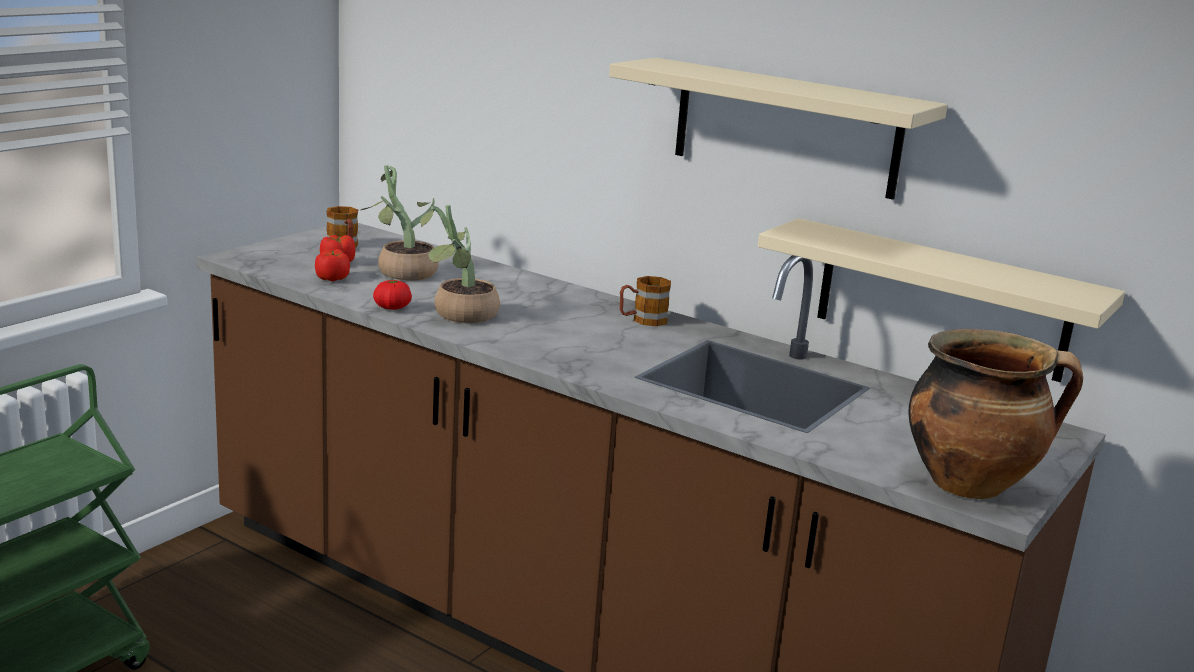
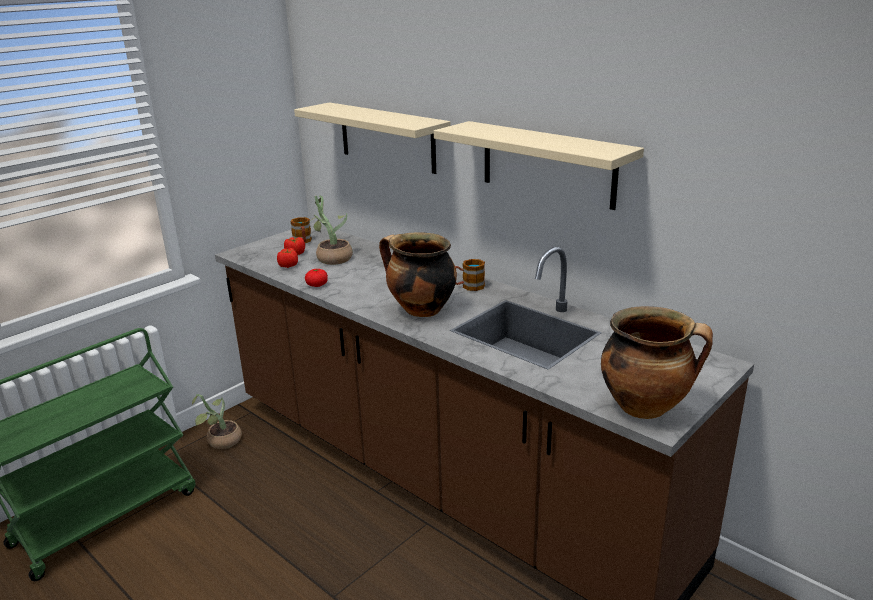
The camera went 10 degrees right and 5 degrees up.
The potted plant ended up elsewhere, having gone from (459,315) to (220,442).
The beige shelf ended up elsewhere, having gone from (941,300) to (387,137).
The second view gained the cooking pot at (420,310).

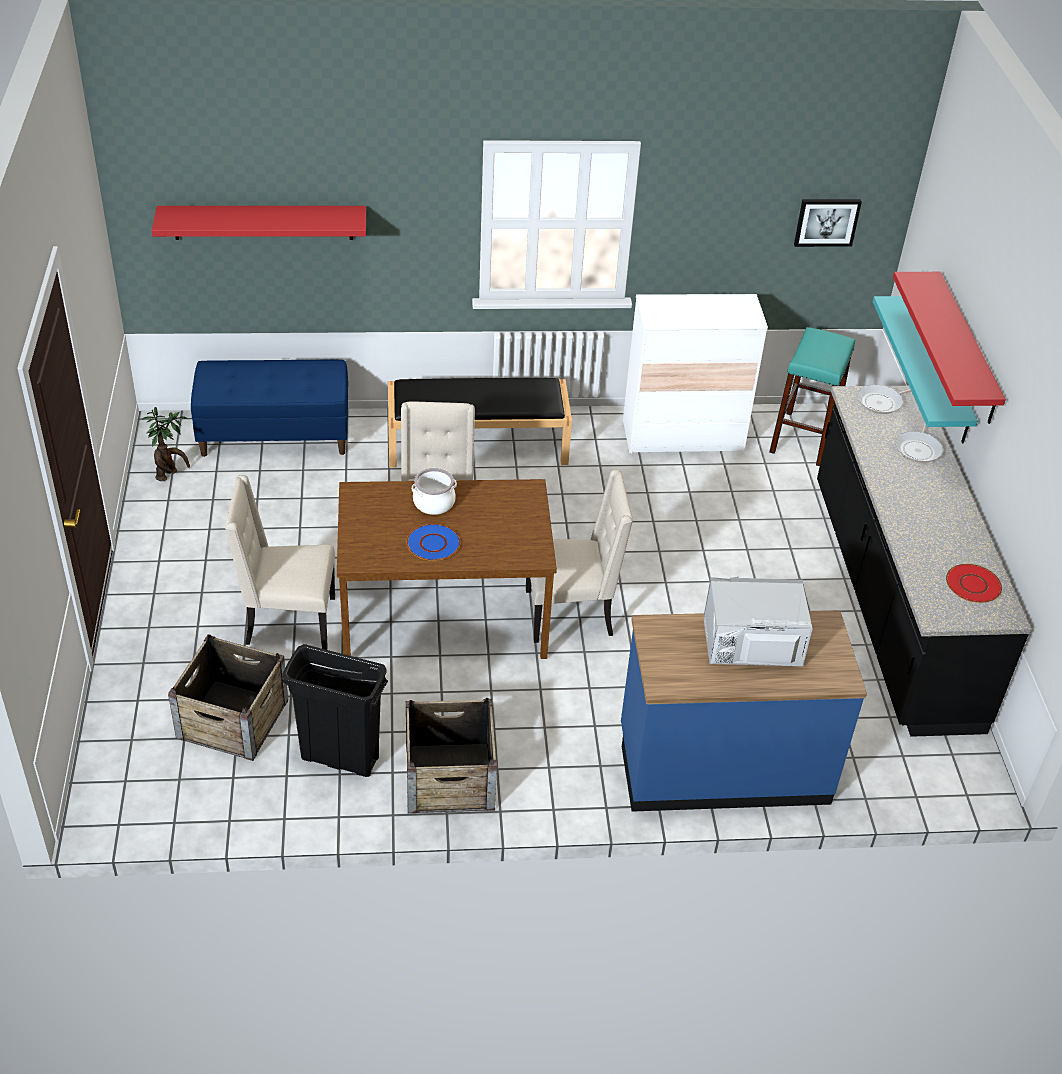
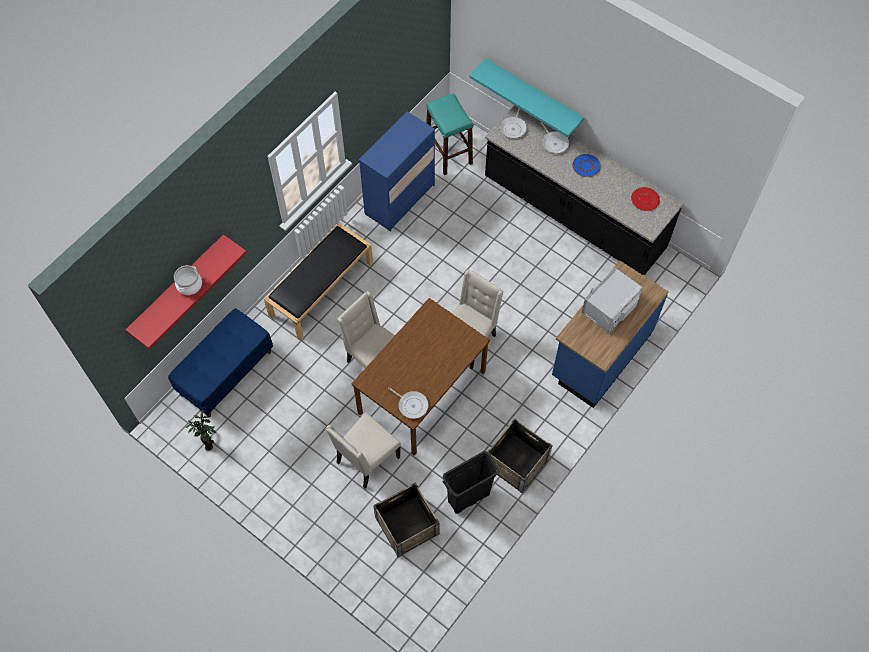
The camera went 45 degrees left and 20 degrees up.
The blue plate ended up elsewhere, having gone from (433,543) to (586,166).
The cooking pot ended up elsewhere, having gone from (434,503) to (189,285).
What was the white dresser at (682,436) turned into the blue dresser at (400,200).
The second view lost the picture at (826,221).
The second view lost the red shelf at (966,348).
The second view gained the frying pan at (411,405).

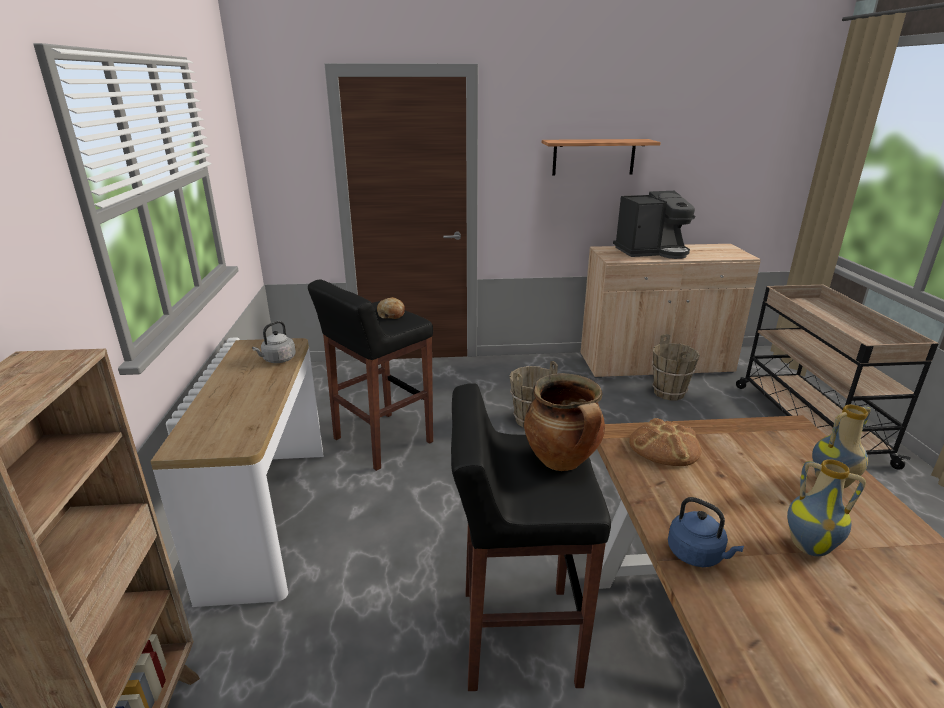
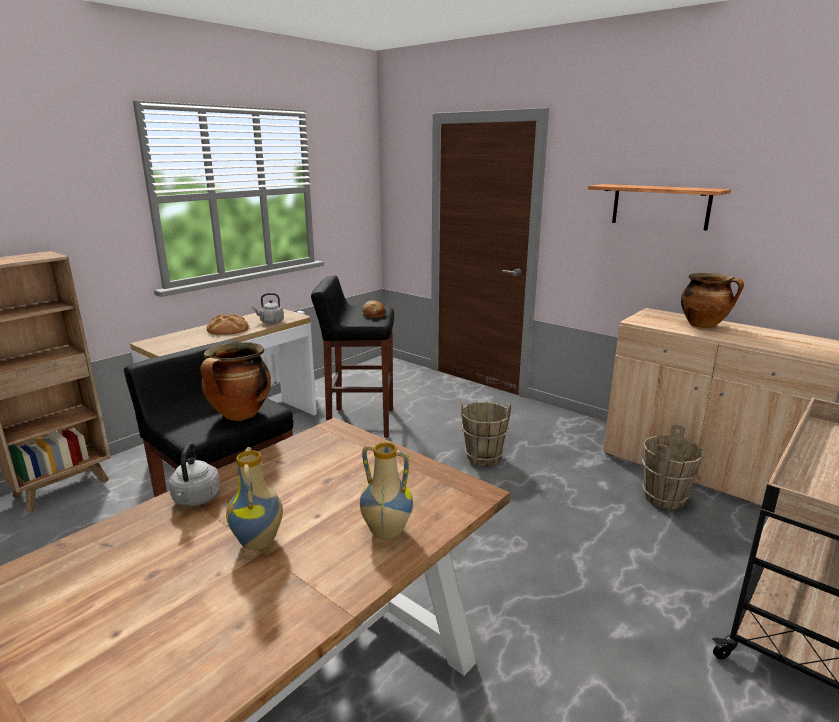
The camera went 45 degrees right and 5 degrees down.
Where the coffee machine stood at (652,251), the cooking pot came to stand at (704,325).
The bread ended up elsewhere, having gone from (664,446) to (227,329).
What was the blue kettle at (697,555) turned into the grey kettle at (196,499).

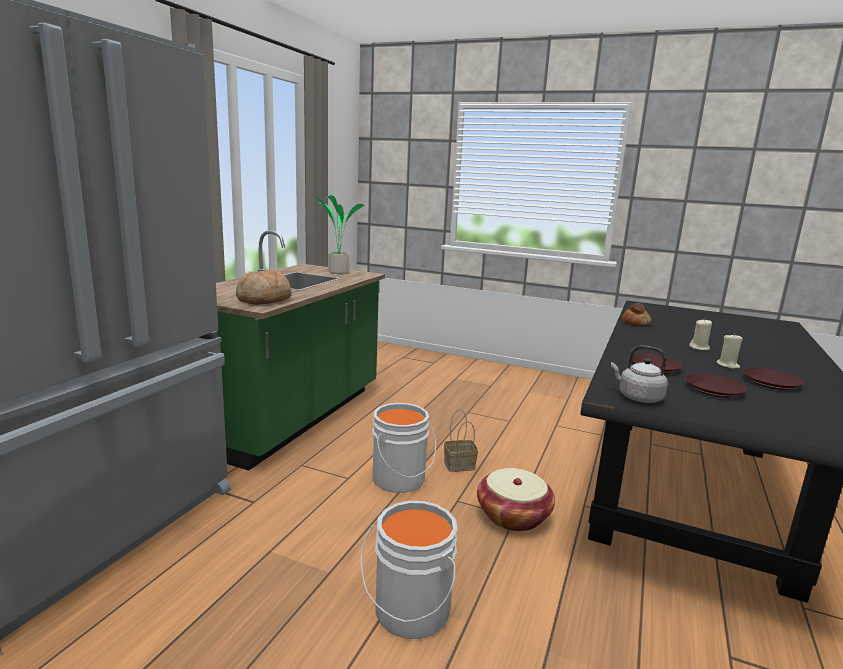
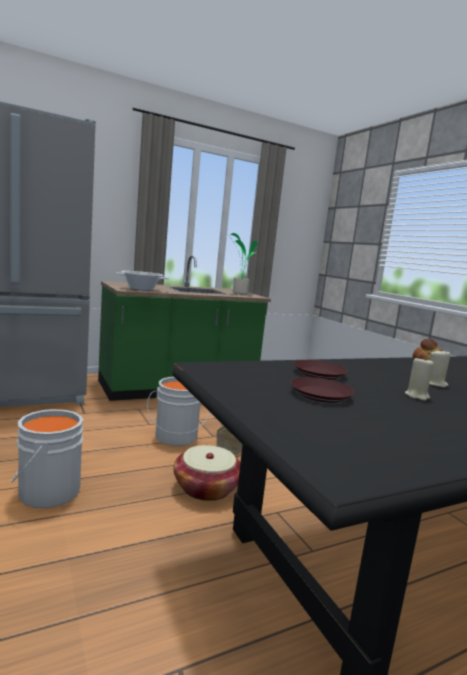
The camera went 40 degrees right and 5 degrees down.
Where the bread stood at (264,300), the cooking pot came to stand at (141,289).
The second view lost the grey kettle at (637,397).
The second view lost the brown plate at (770,382).

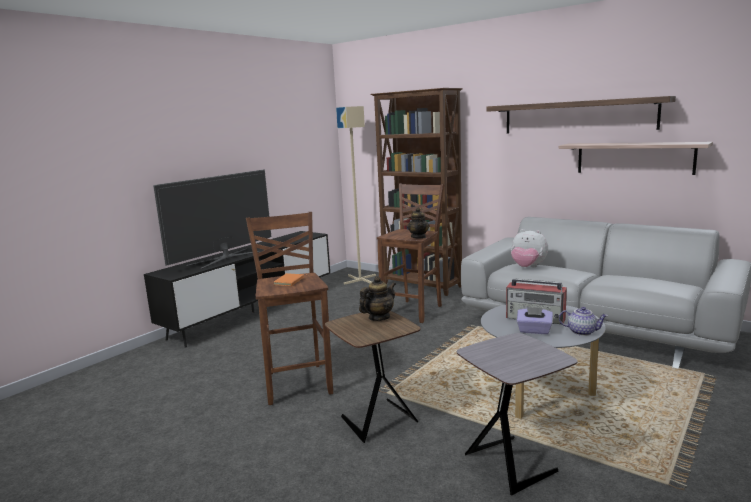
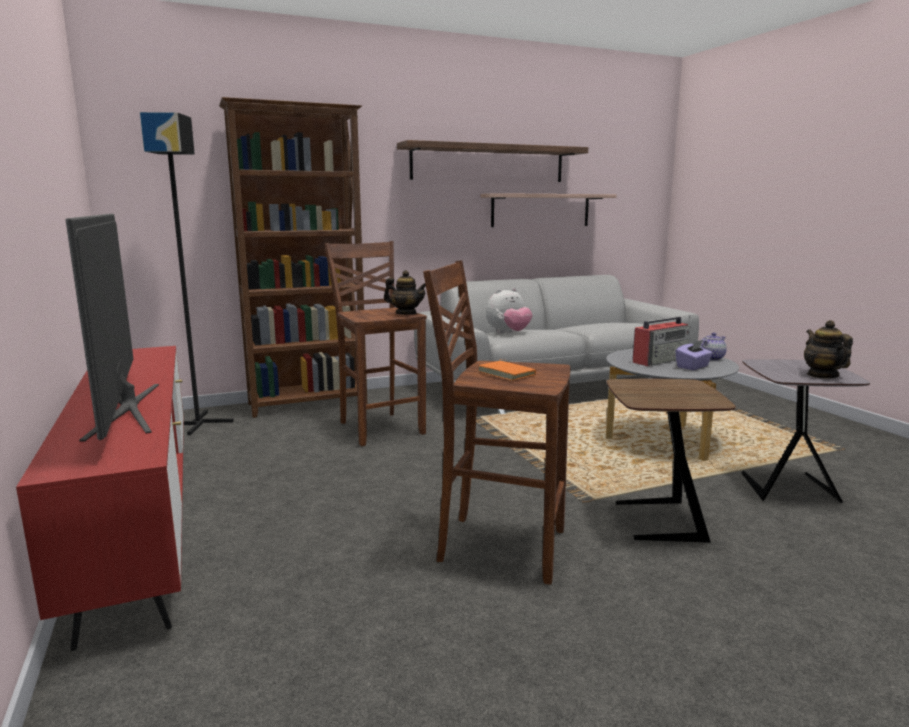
The camera went 60 degrees left and 0 degrees up.
What was the black tv stand at (253,312) turned into the red tv stand at (141,522).
What was the beige floor lamp at (360,280) turned into the black floor lamp at (199,423).
The teapot ended up elsewhere, having gone from (378,318) to (822,375).

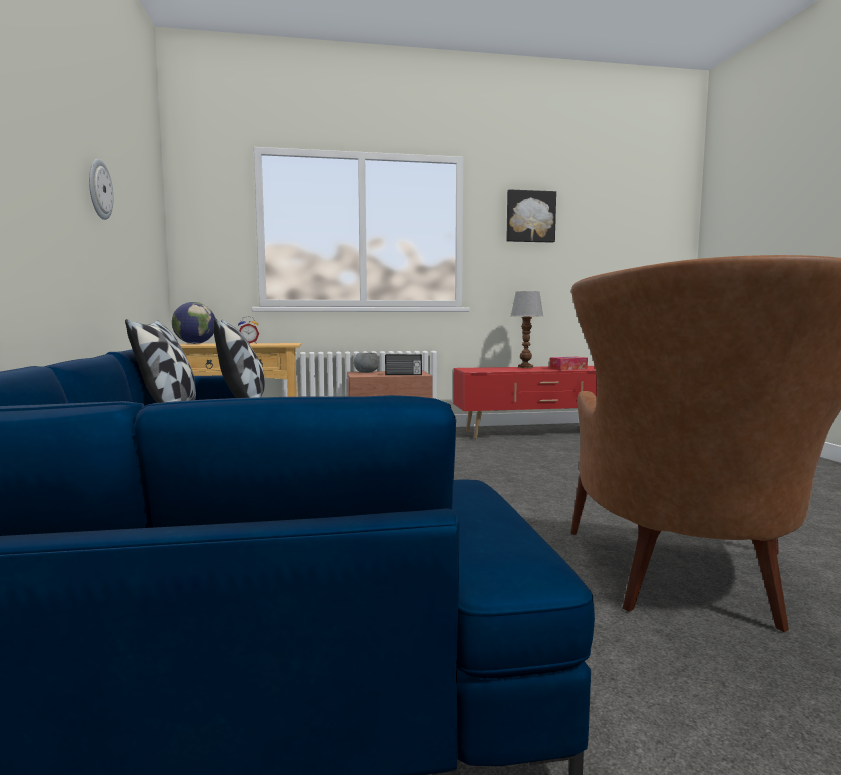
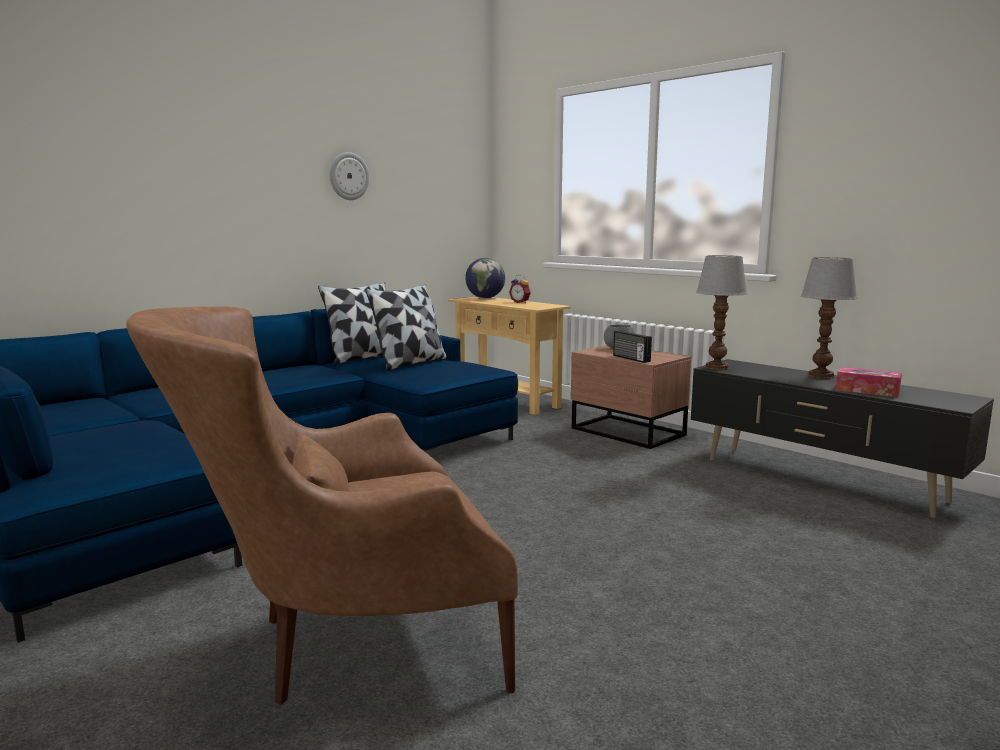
The camera went 55 degrees right and 5 degrees up.
What was the red tv stand at (538,433) turned into the black tv stand at (820,480).
The second view lost the picture at (530,216).
The second view gained the table lamp at (716,368).

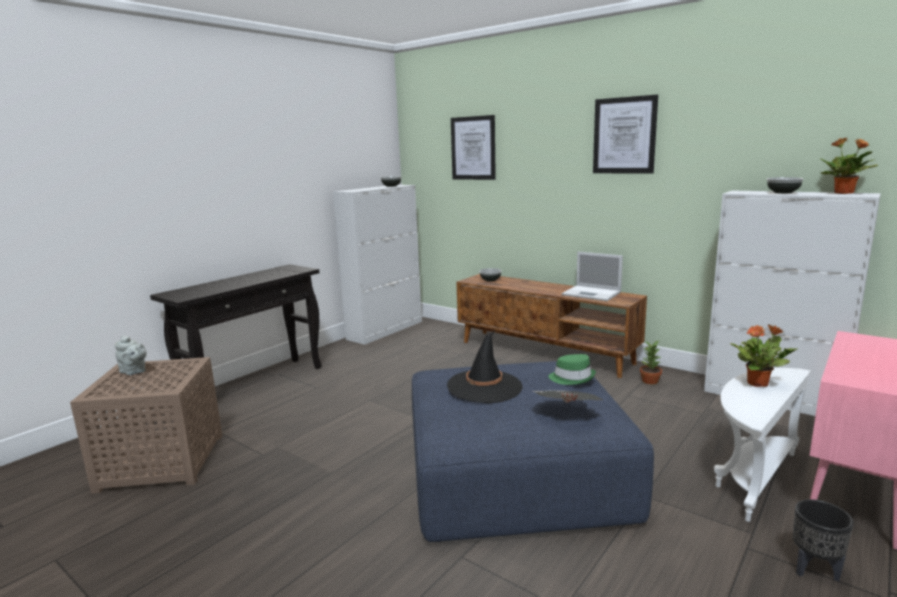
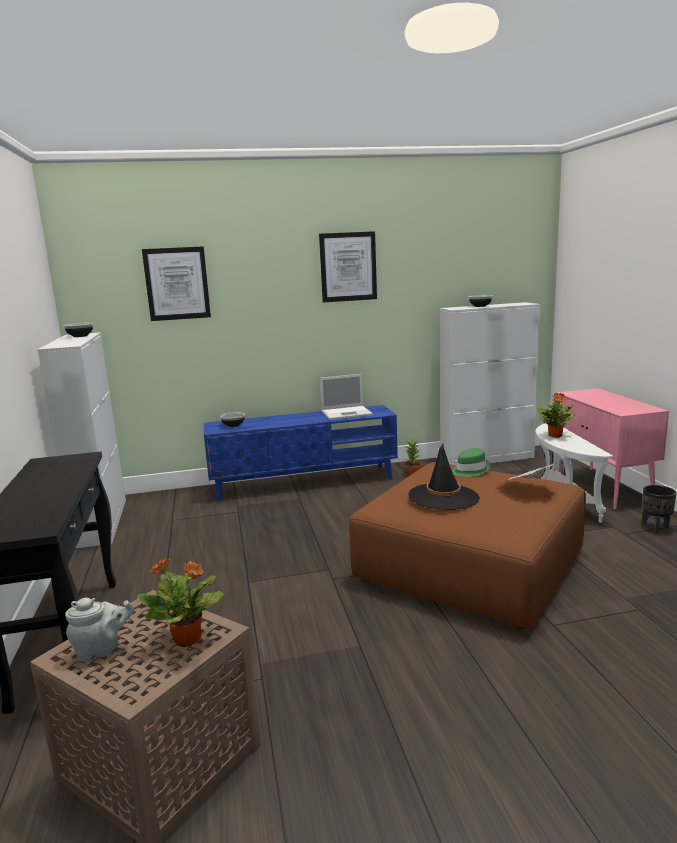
The camera went 50 degrees left and 0 degrees up.
What was the blue ottoman at (517,474) turned into the brown ottoman at (471,564).
What was the brown tv stand at (545,352) turned into the blue tv stand at (304,482).
The potted plant ended up elsewhere, having gone from (844,193) to (188,639).

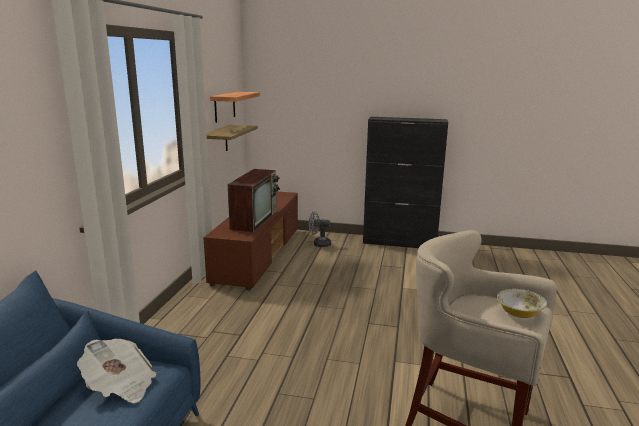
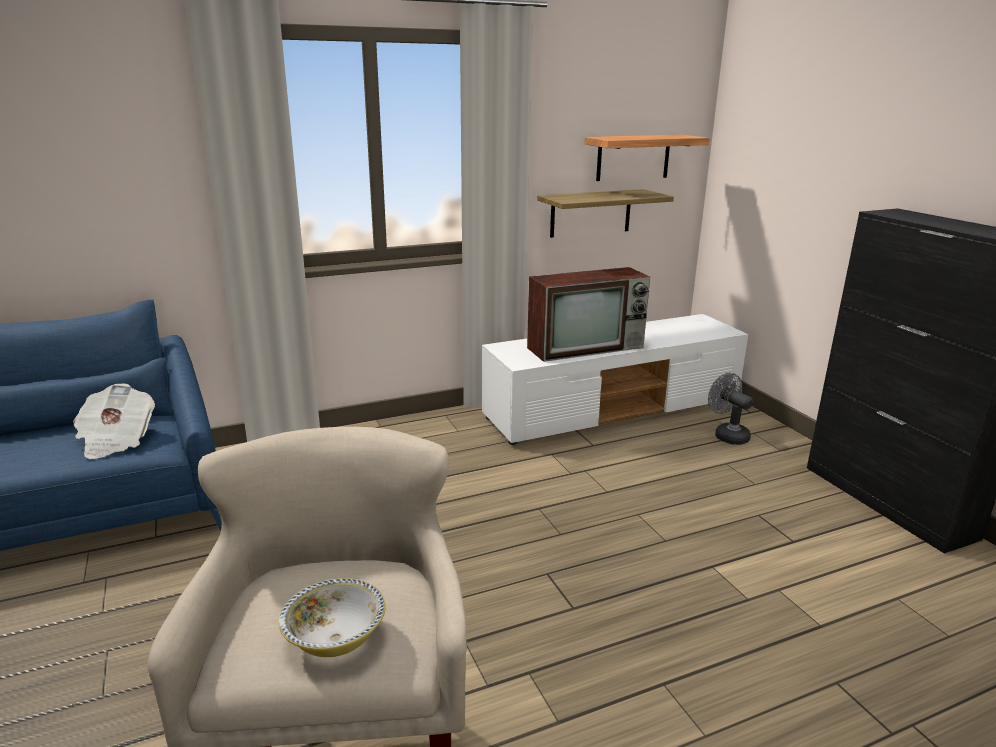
The camera went 55 degrees right and 5 degrees up.
What was the brown tv stand at (258,254) turned into the white tv stand at (614,408).

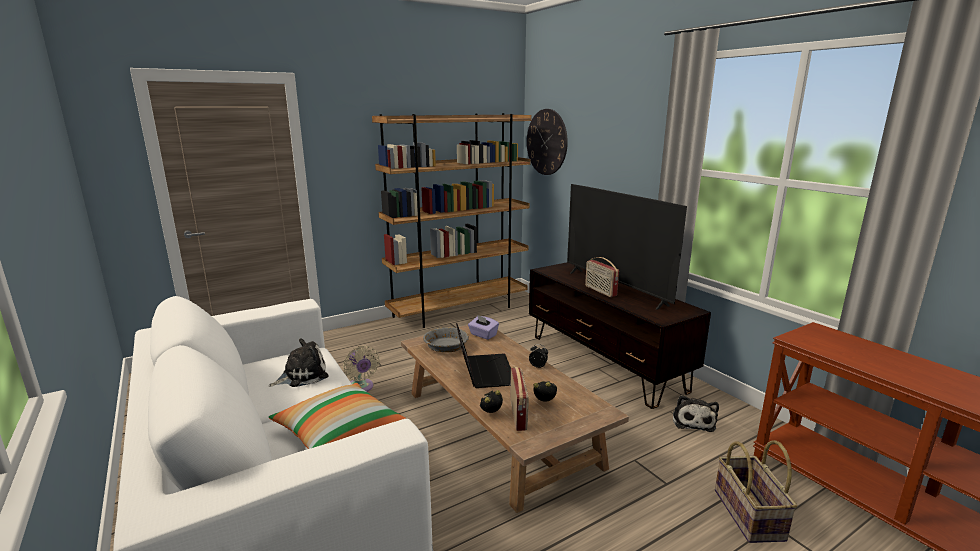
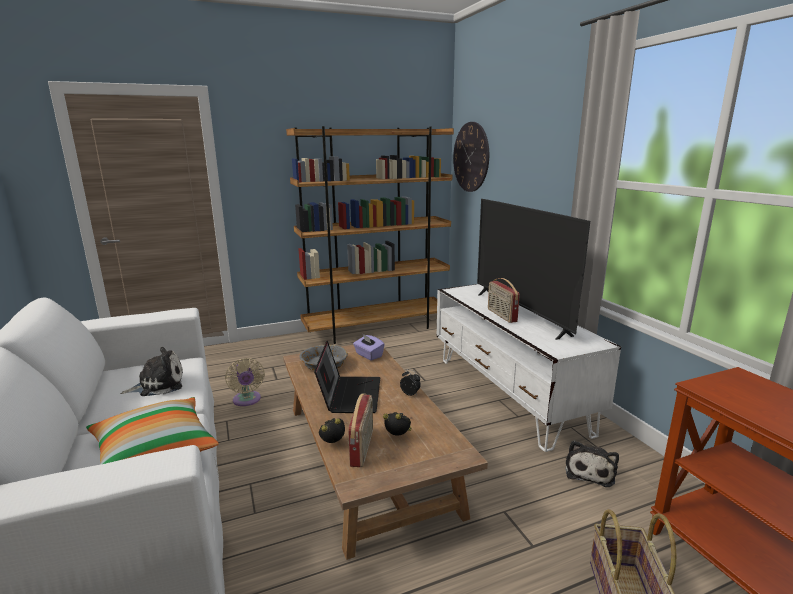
The camera went 10 degrees right and 0 degrees up.
What was the brown tv stand at (604,362) turned into the white tv stand at (508,393).

